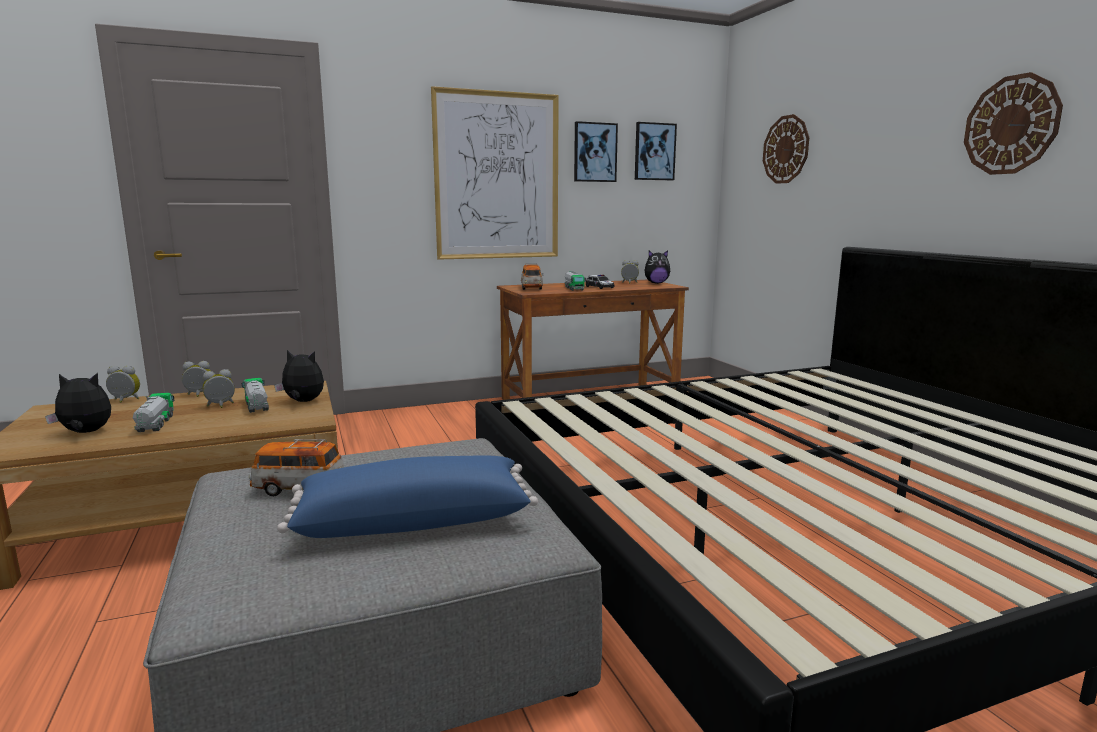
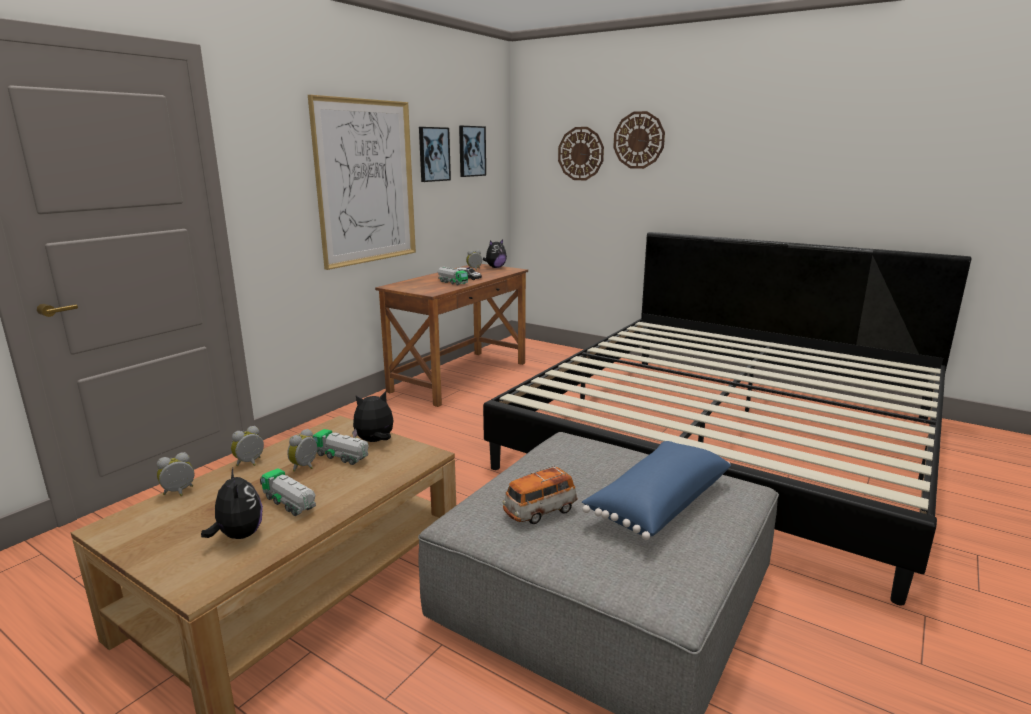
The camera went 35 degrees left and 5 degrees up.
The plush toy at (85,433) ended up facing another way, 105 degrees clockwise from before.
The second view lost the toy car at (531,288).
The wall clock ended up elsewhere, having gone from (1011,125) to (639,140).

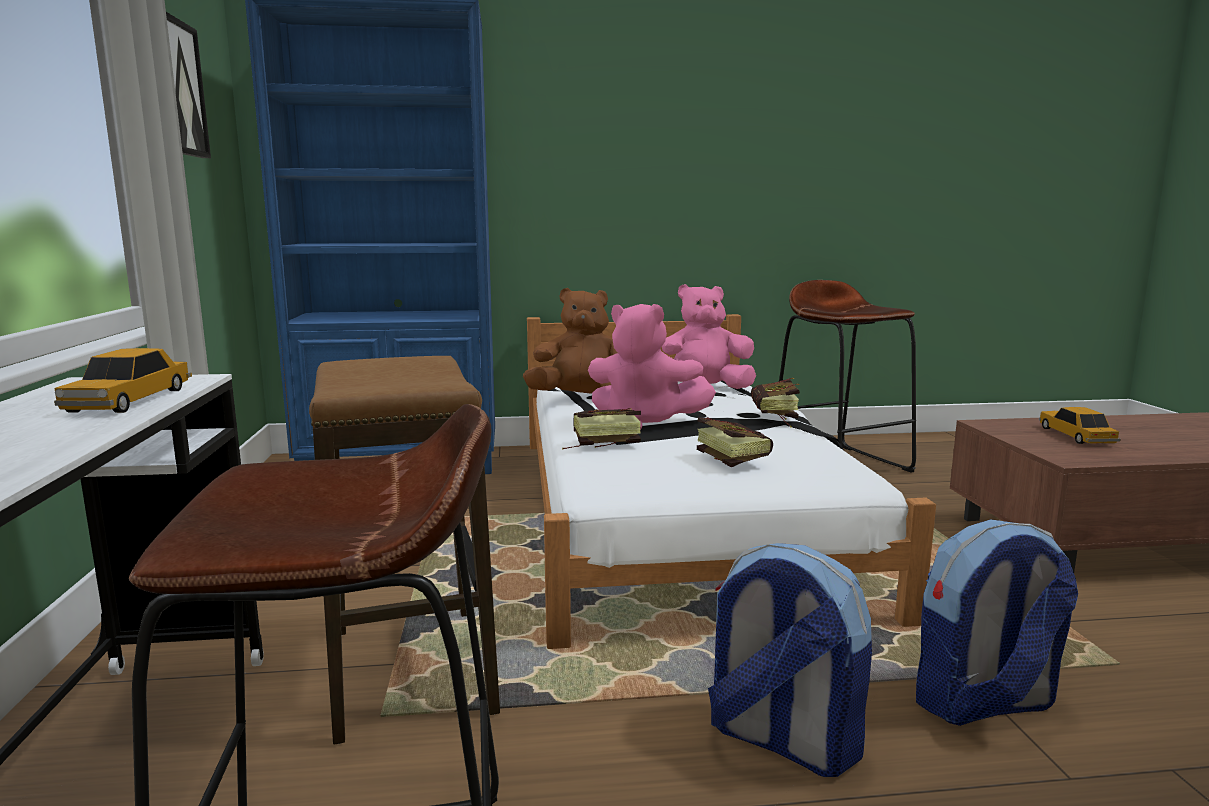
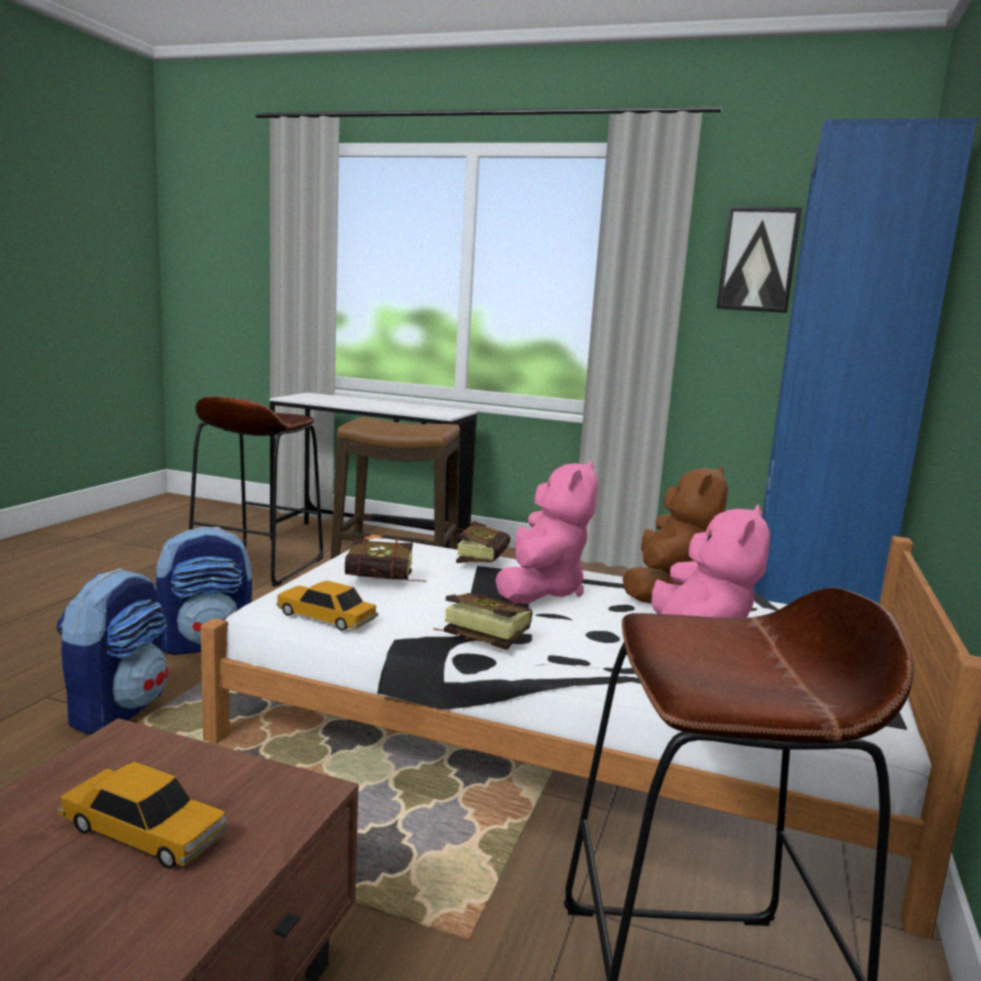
The camera went 115 degrees right and 0 degrees up.
The toy car ended up elsewhere, having gone from (129,400) to (326,617).
The pink plush toy at (645,422) ended up facing another way, 150 degrees clockwise from before.

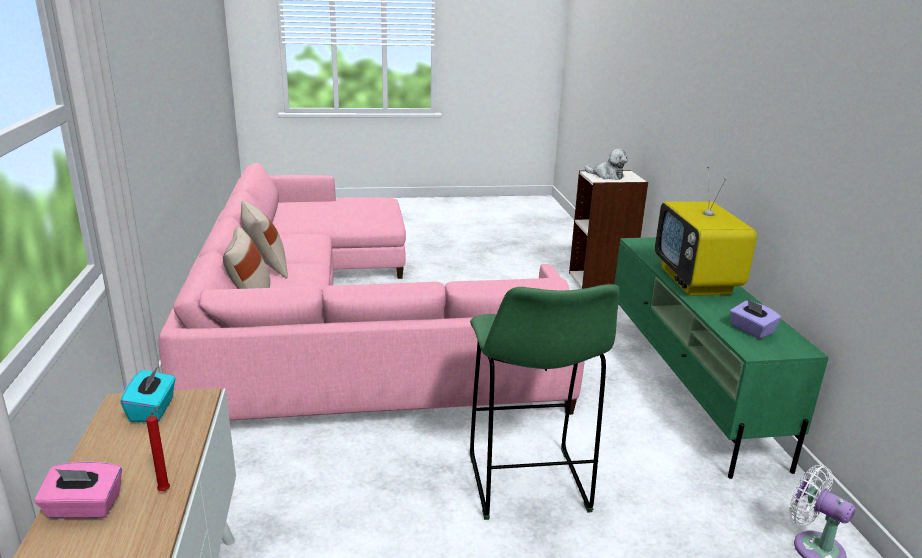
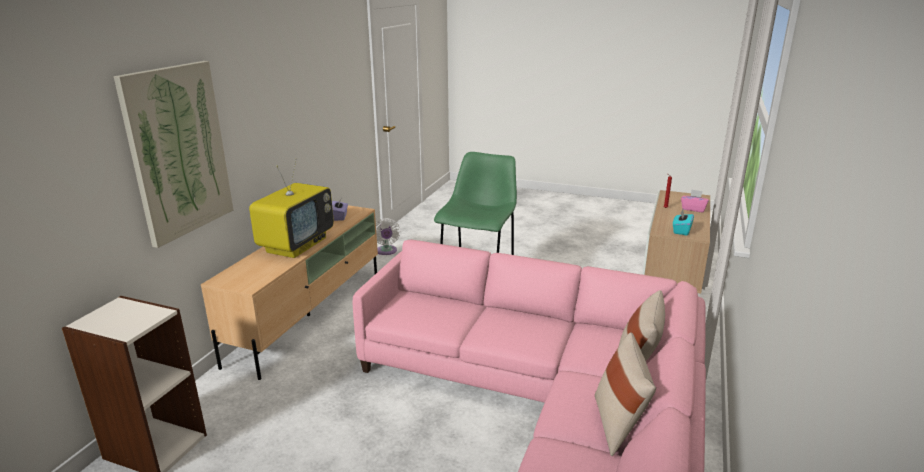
The camera went 150 degrees left and 0 degrees up.
The second view lost the plush toy at (607,176).
What was the green tv stand at (687,386) turned into the beige tv stand at (309,314).
The second view gained the picture at (178,151).

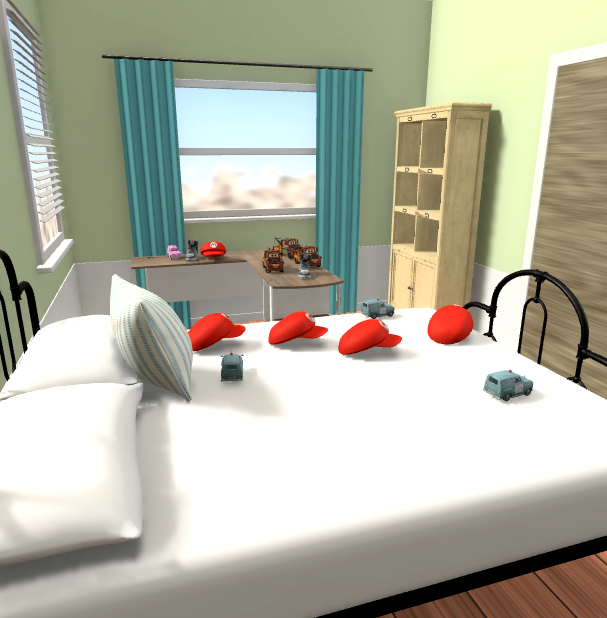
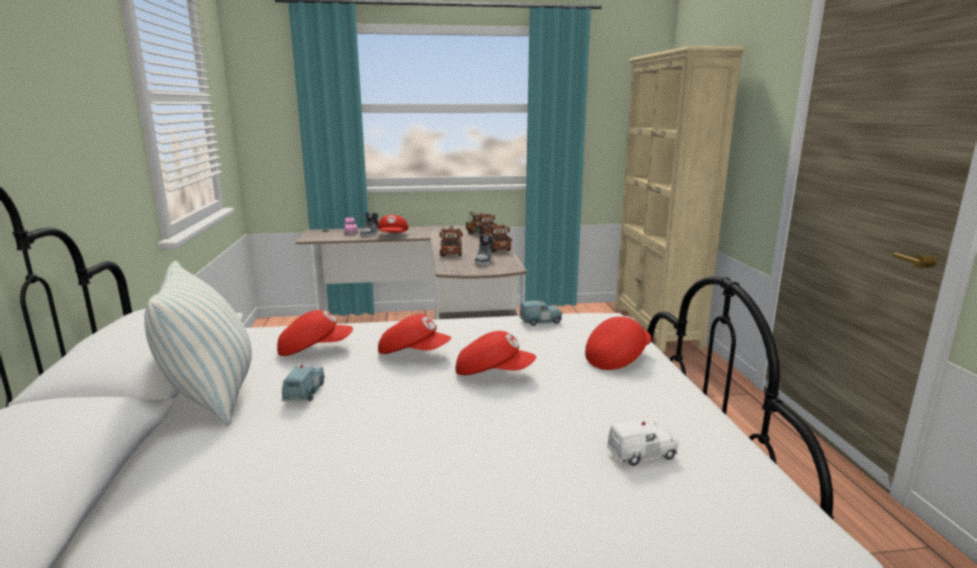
The camera went 10 degrees right and 0 degrees up.
What was the blue toy car at (508,394) turned into the white toy car at (642,455).

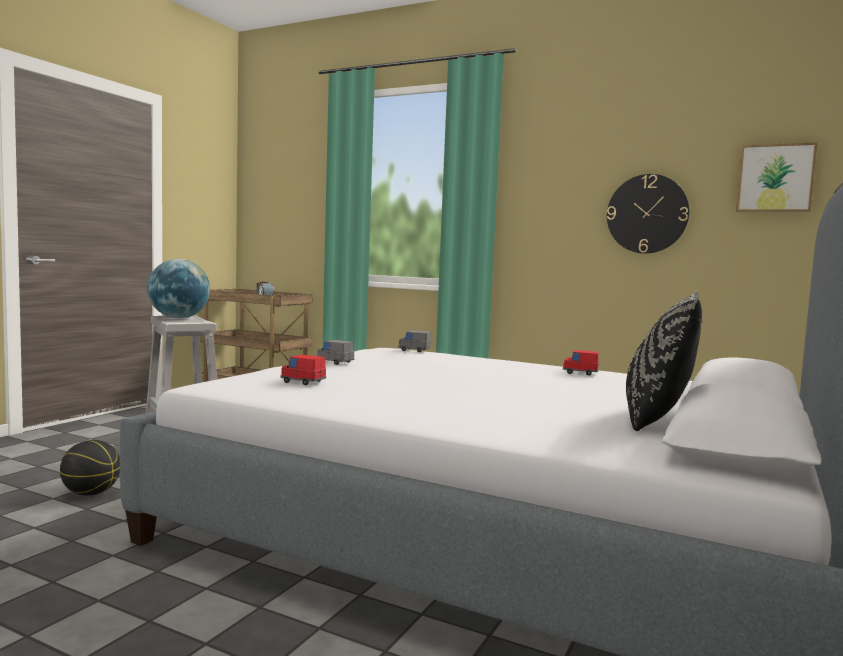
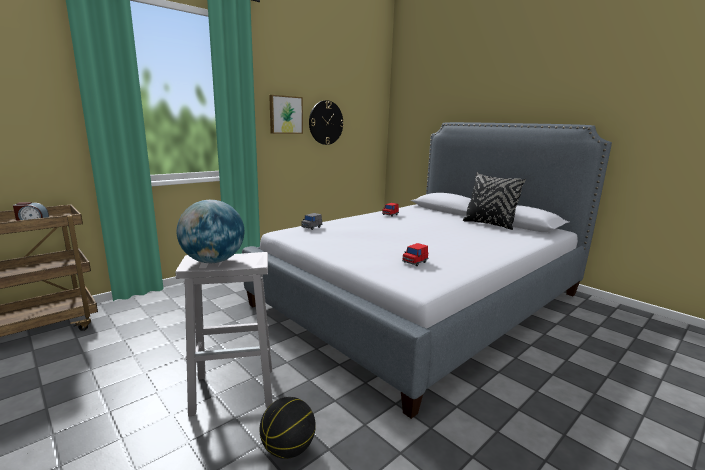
The camera went 70 degrees left and 10 degrees up.
The second view lost the grey toy car at (335,362).
The picture ended up elsewhere, having gone from (775,178) to (285,115).

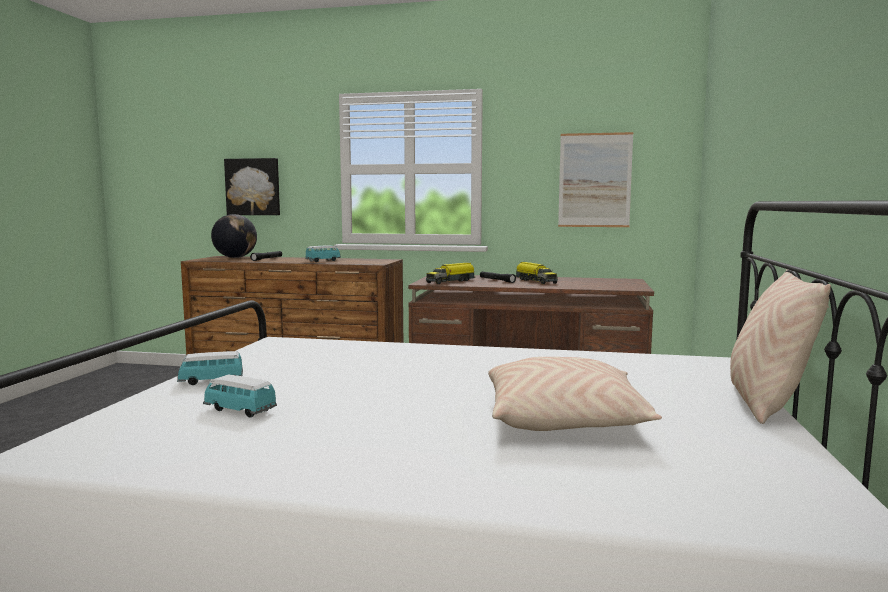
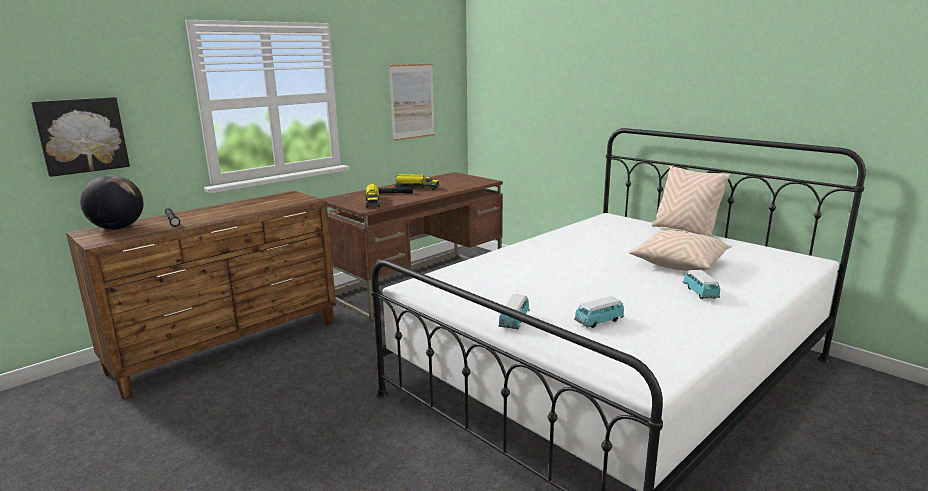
The camera went 55 degrees left and 10 degrees up.
The toy car ended up elsewhere, having gone from (323,261) to (700,293).

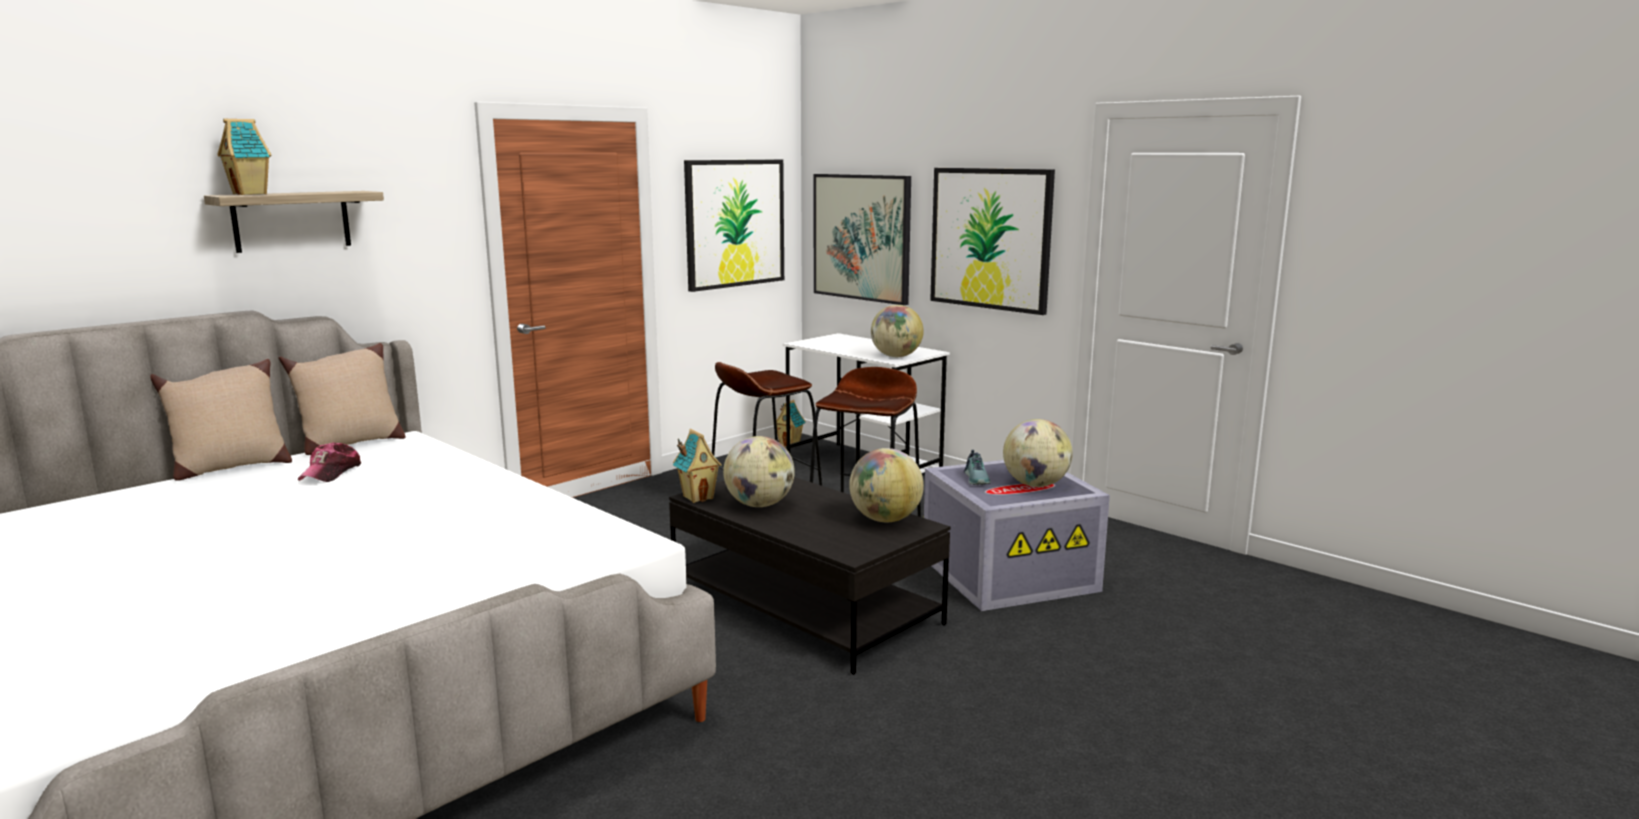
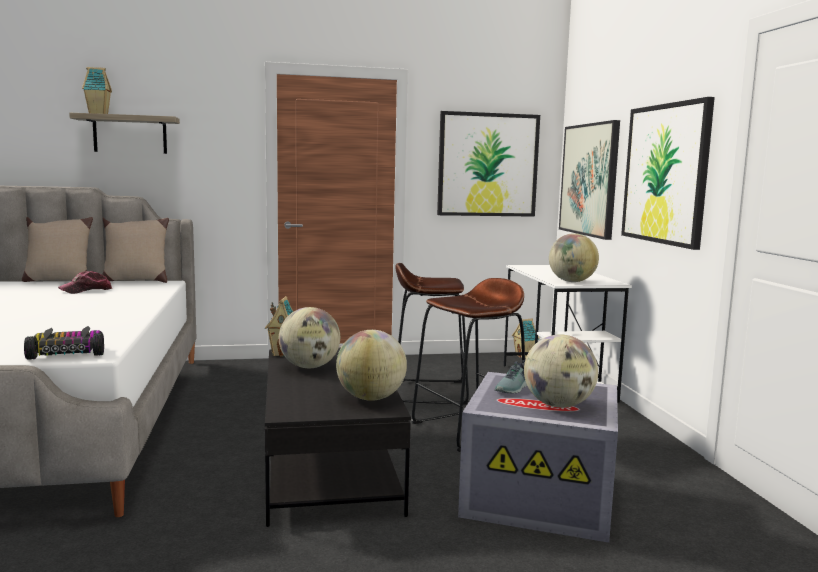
The camera went 35 degrees right and 5 degrees down.
The second view gained the toy car at (67,353).

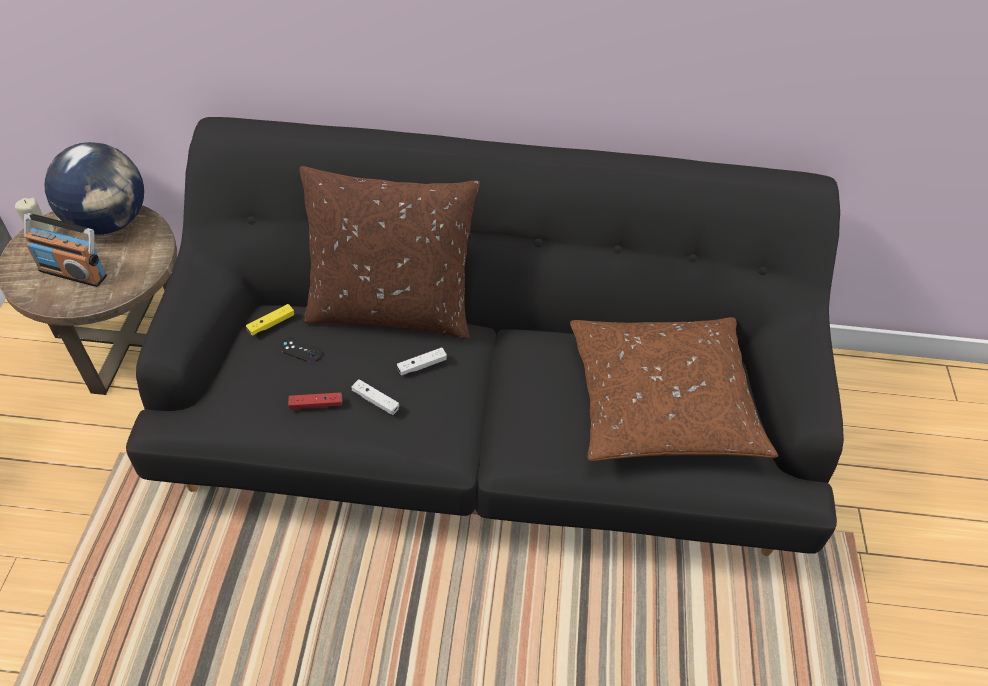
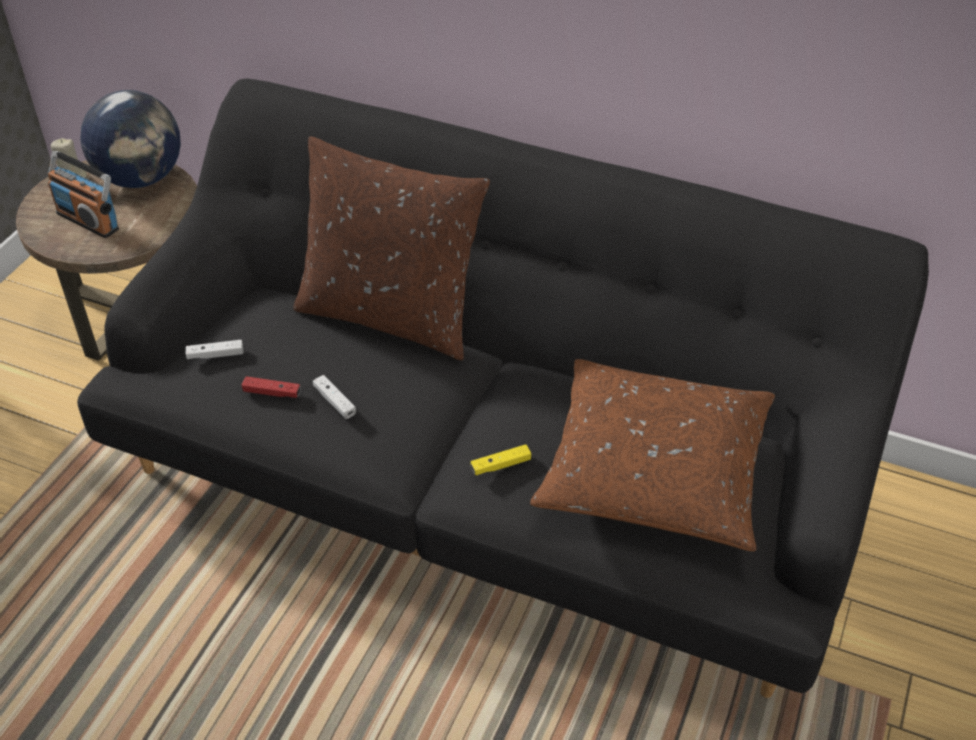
The camera went 20 degrees right and 5 degrees down.
The yellow game controller ended up elsewhere, having gone from (271,324) to (501,465).
The second view lost the black game controller at (300,350).
The white game controller ended up elsewhere, having gone from (422,365) to (215,355).

